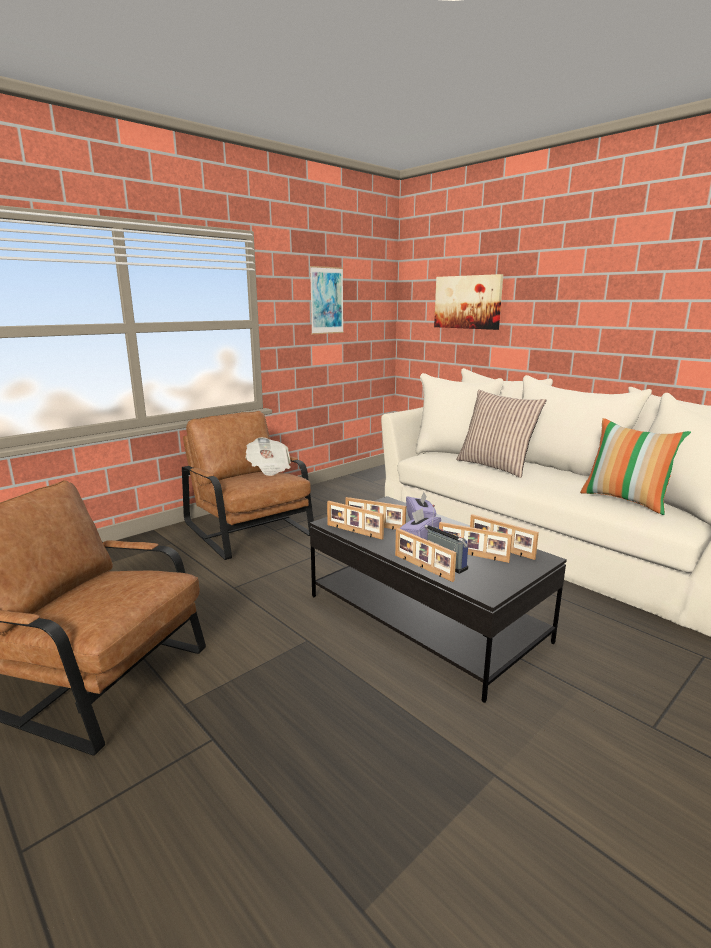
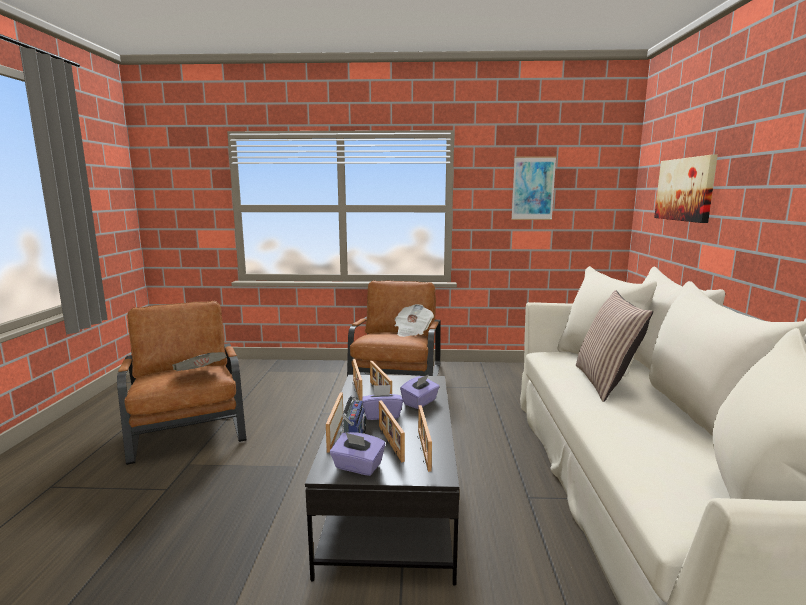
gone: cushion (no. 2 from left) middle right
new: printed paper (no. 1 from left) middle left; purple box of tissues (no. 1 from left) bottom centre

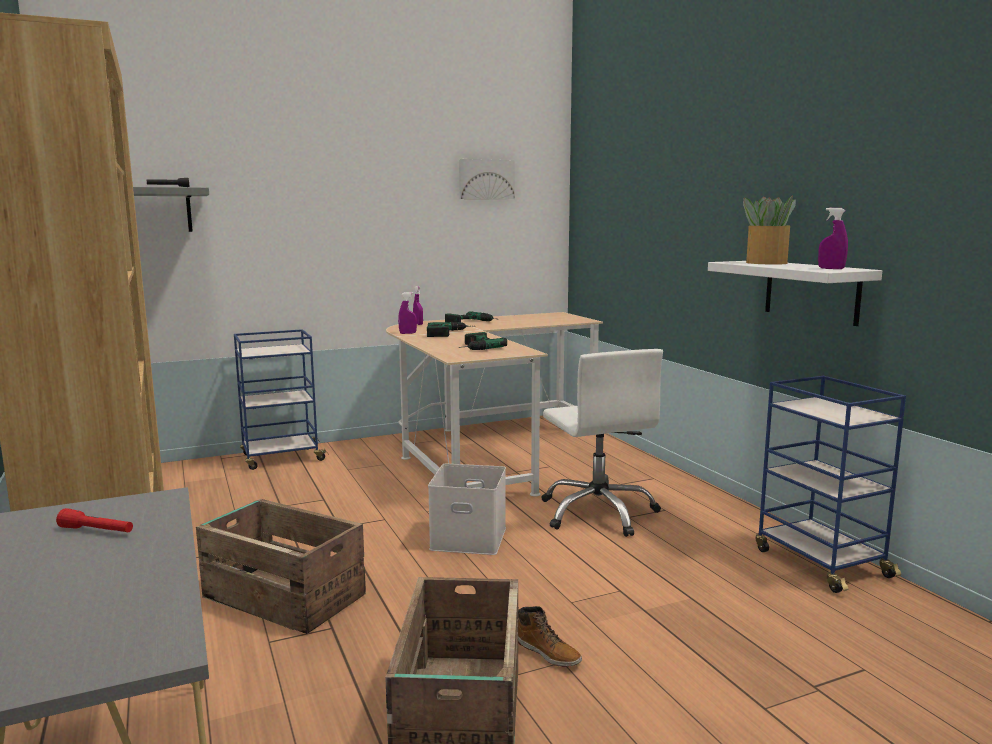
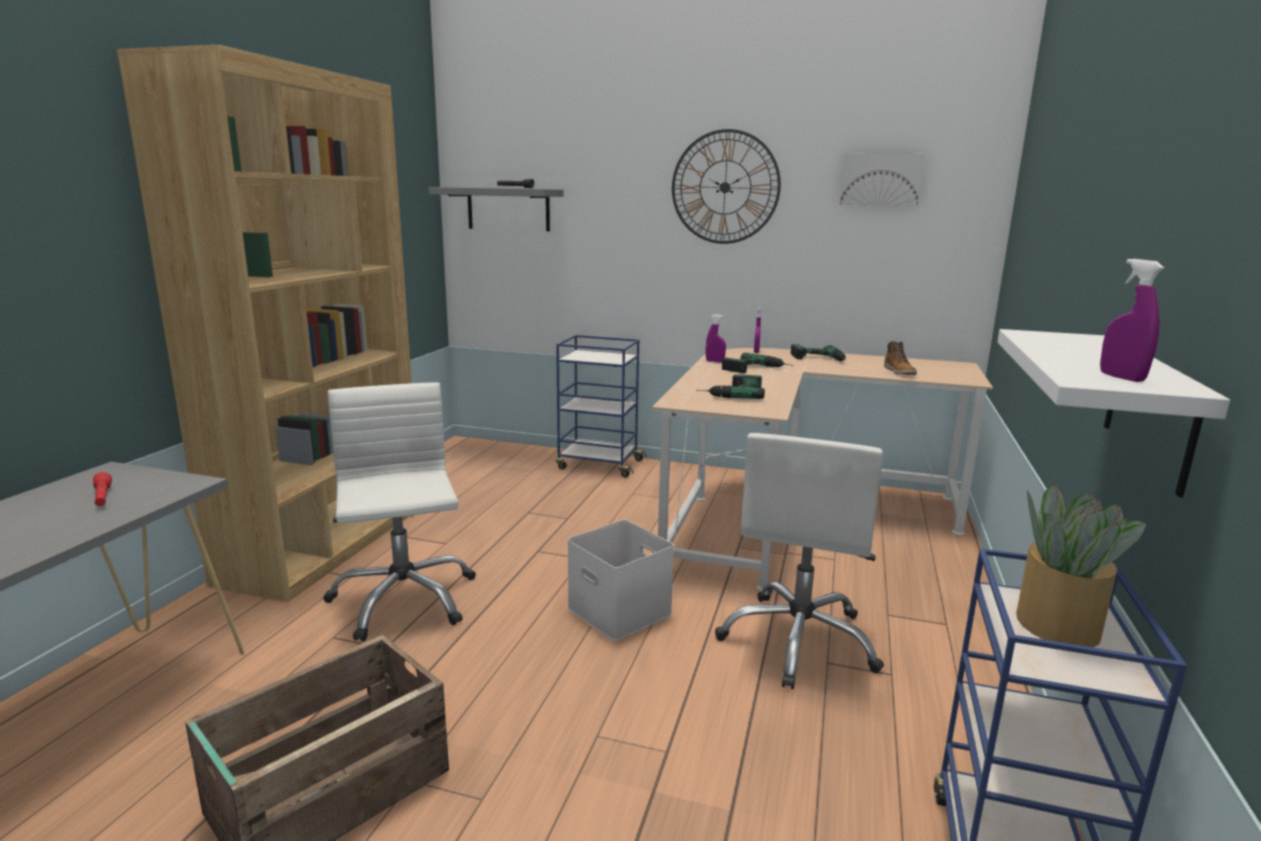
new: wall clock top centre
shifted: plant in a pot top right to bottom right; boot bottom centre to middle right
swapped: shipping crate (no. 1 from left) bottom left to white desk chair (no. 1 from left) middle left

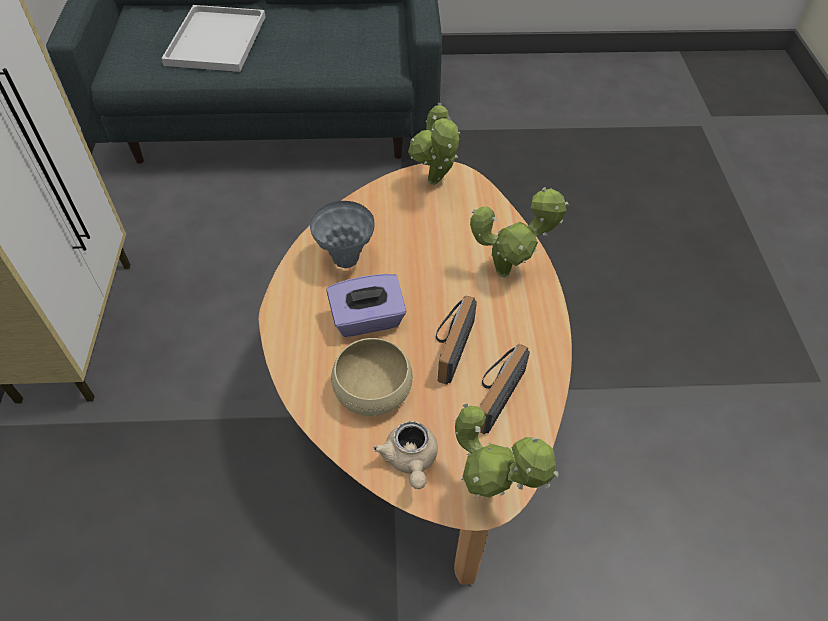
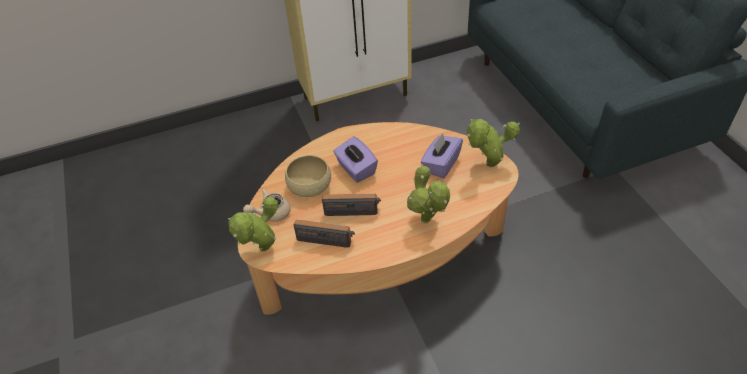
gone: white tray top left; grey decorative vase centre
new: purple box of tissues (no. 2 from left) centre

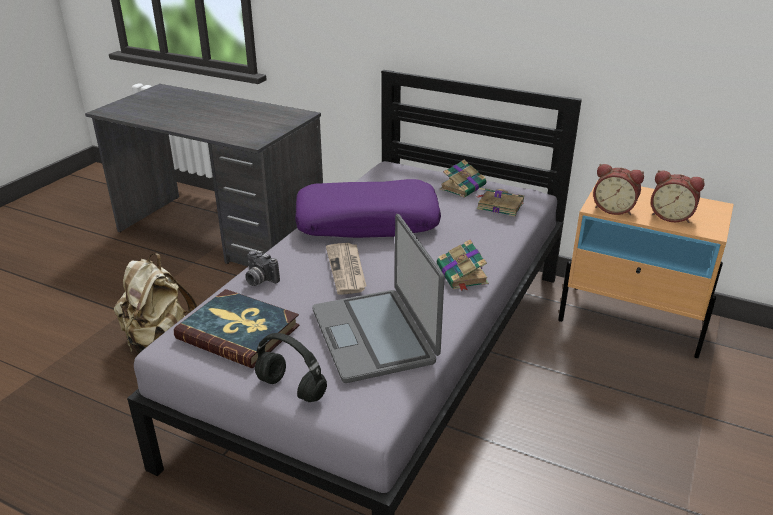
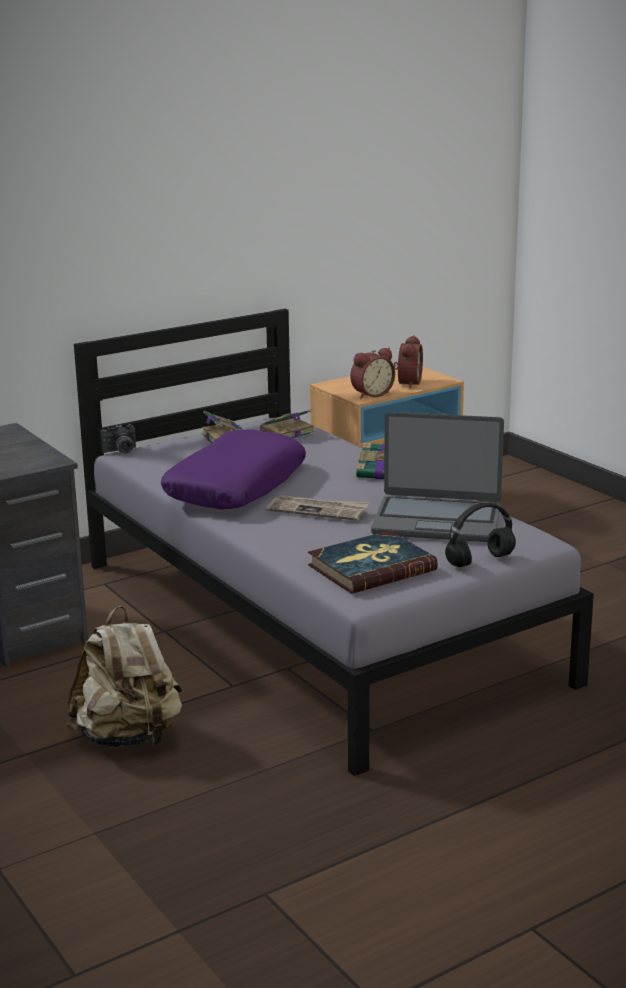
shifted: photo camera centre to middle left
rotated: alarm clock (no. 2 from left) middle right = centre 45 degrees counterclockwise

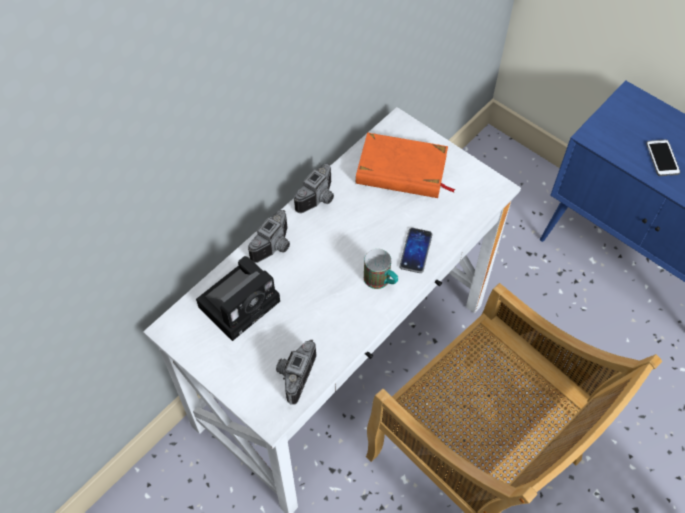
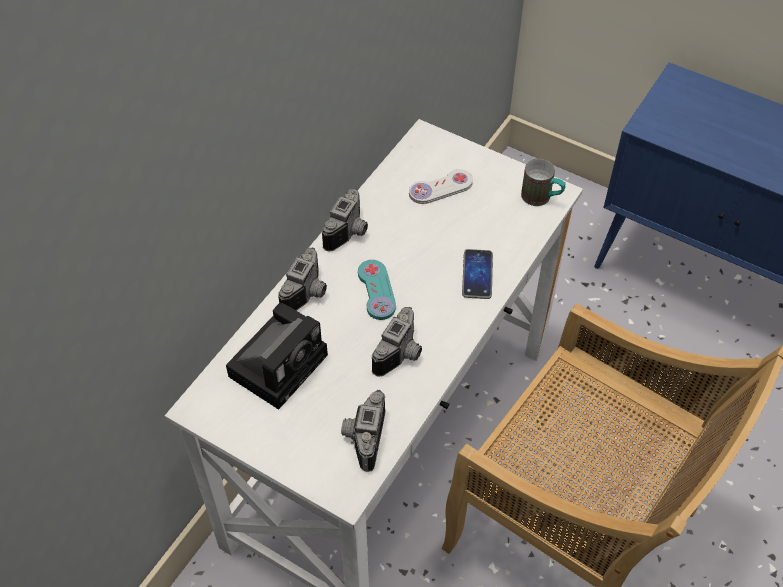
gone: telephone (no. 2 from left) top right
new: turquoise-coloured gamepad centre; photo camera (no. 5 from left) centre
shifted: coffee mug centre to top right
swapped: orange-coloured book top centre to white gamepad top centre

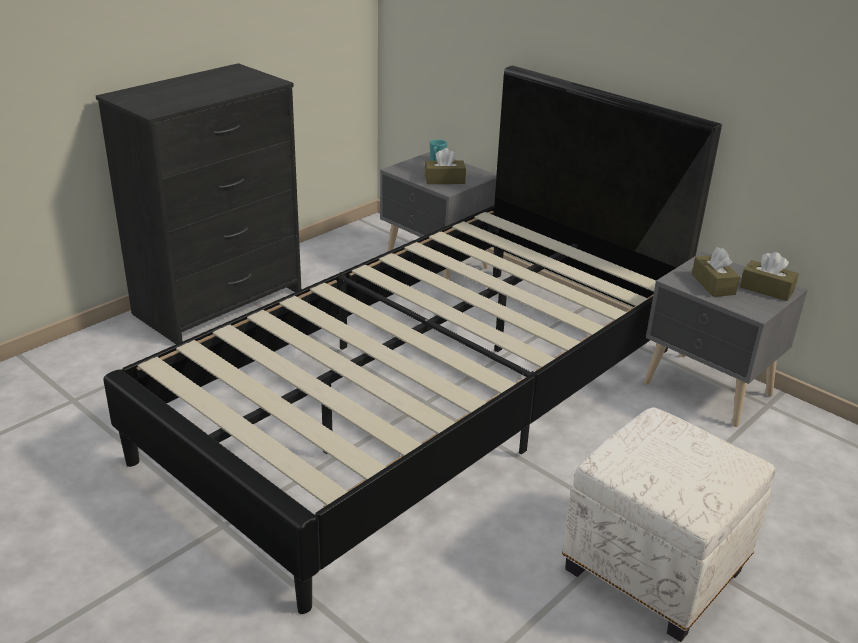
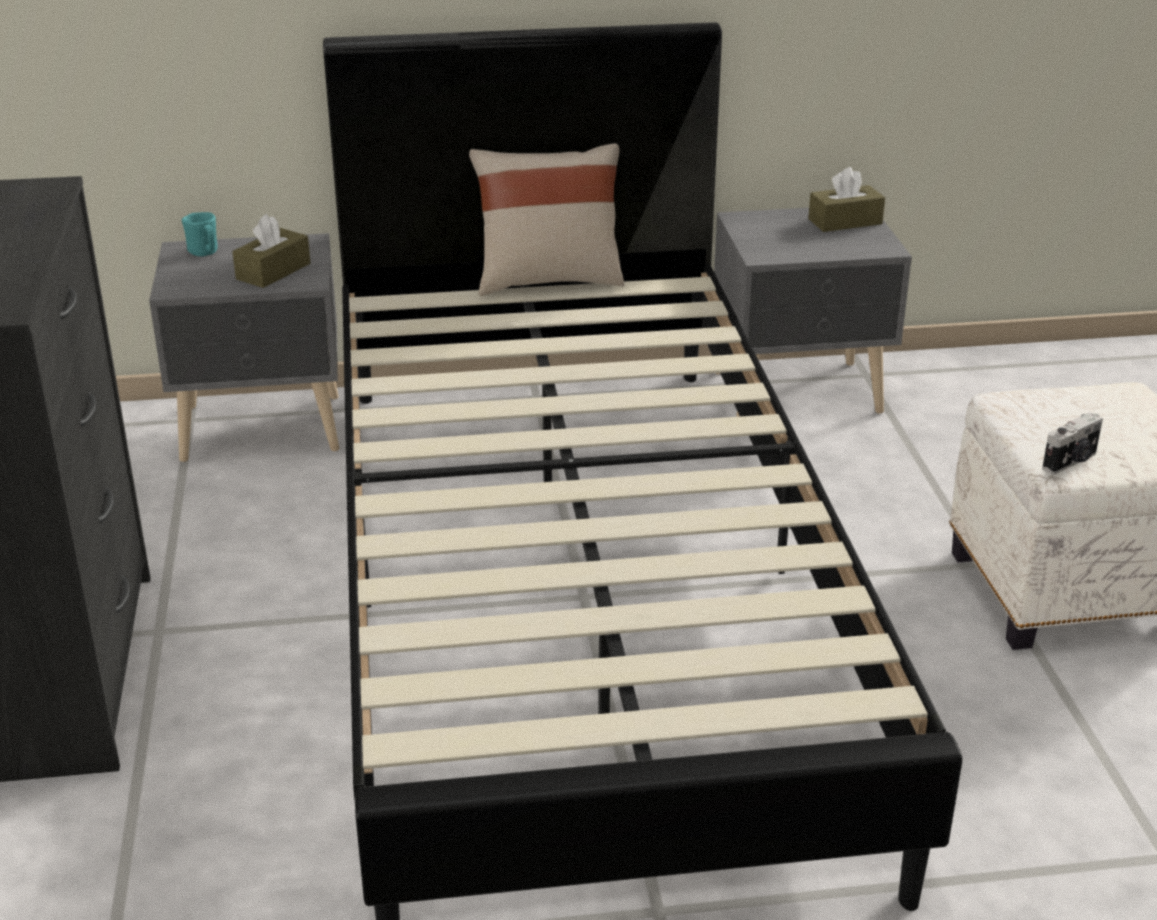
gone: brown-coloured box of tissues (no. 2 from left) middle right
new: sand-coloured cushion top centre; photo camera middle right

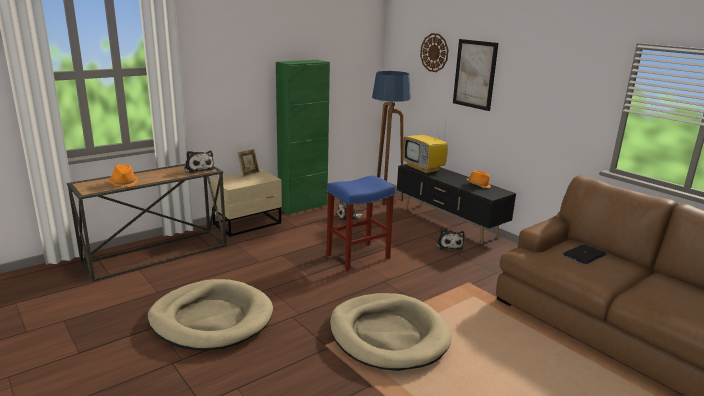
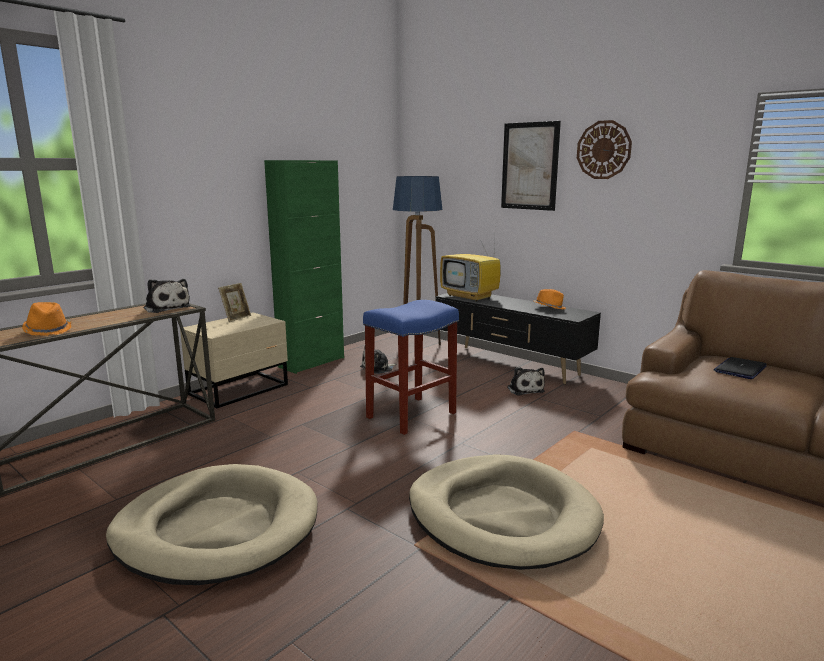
shifted: wall clock top centre to top right

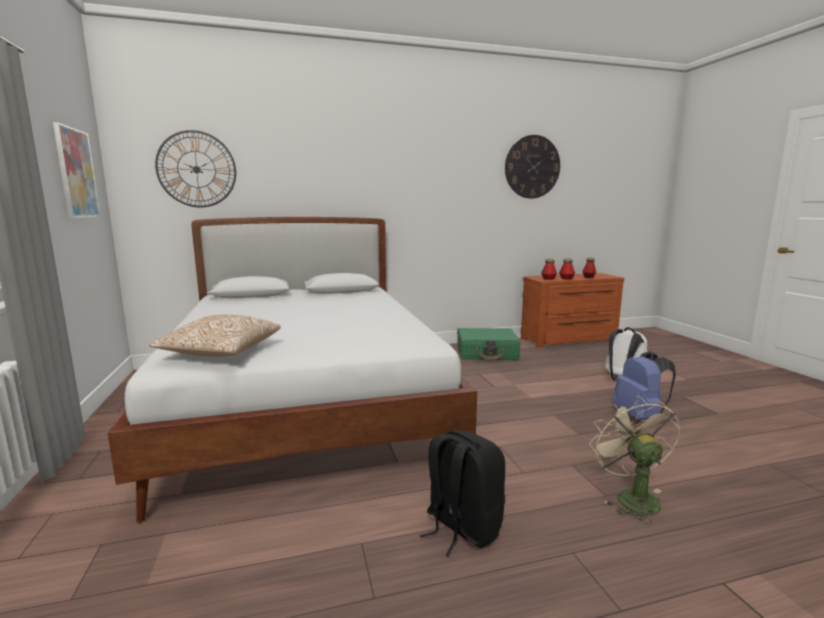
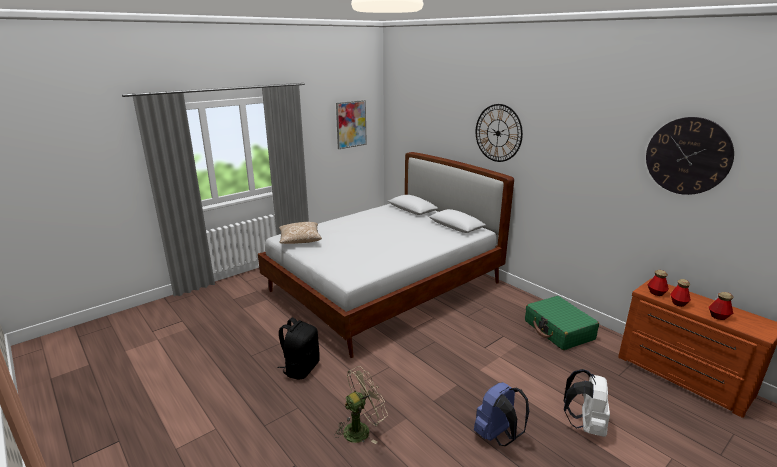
shifted: wall clock (no. 1 from left) top left to top centre

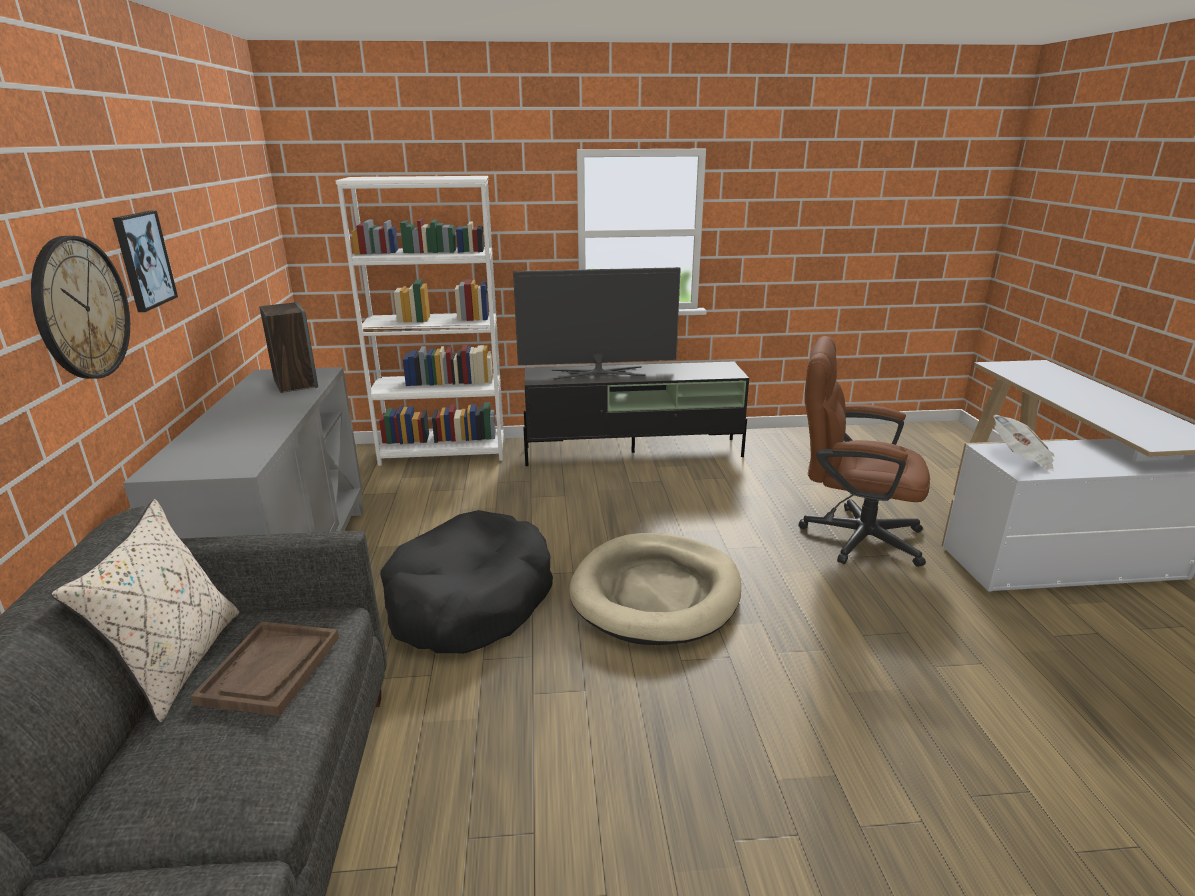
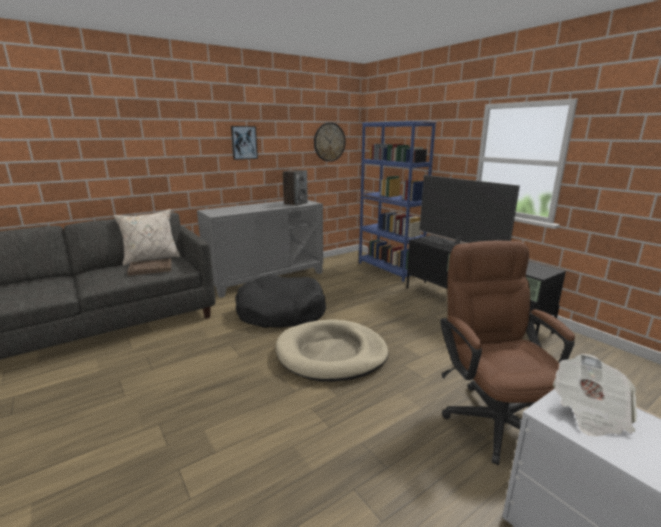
shifted: wall clock middle left to top centre
repainted: white bookshelf centre to blue-coloured bookshelf centre

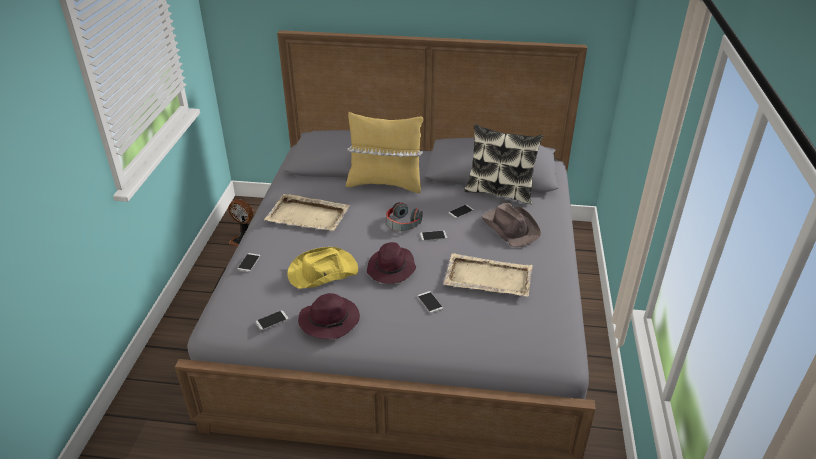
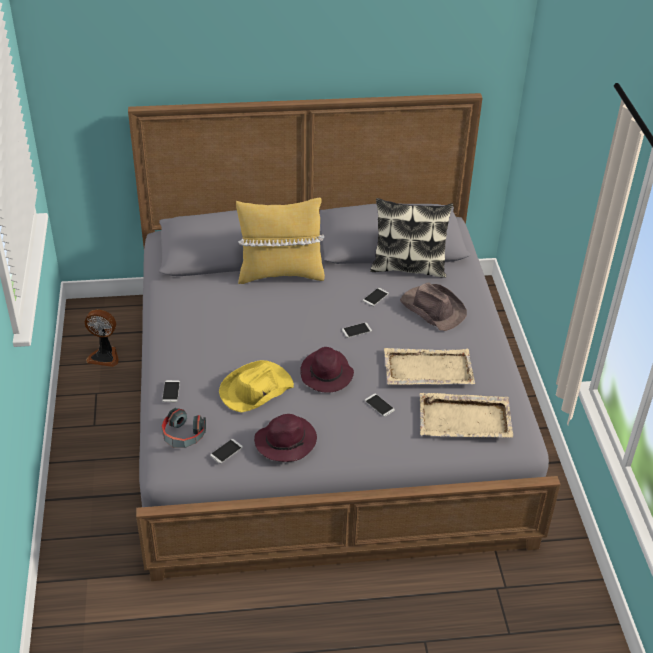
shifted: sand-coloured tray (no. 1 from left in the first image) centre to sand-coloured tray (no. 2 from left) middle right; headphones centre to middle left

